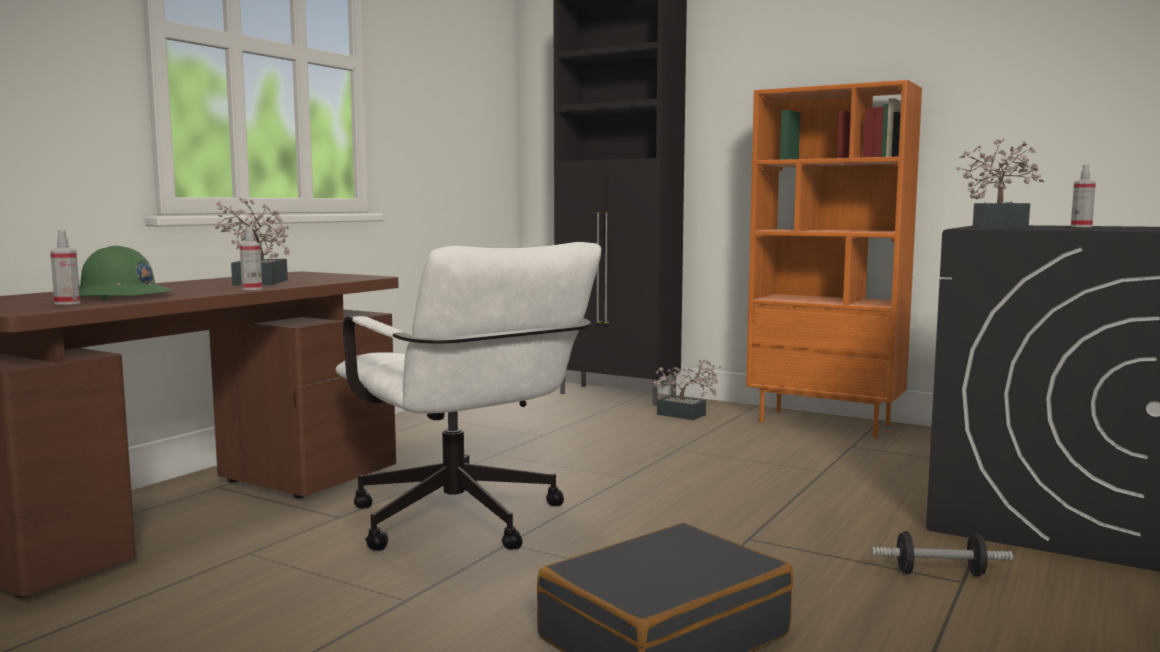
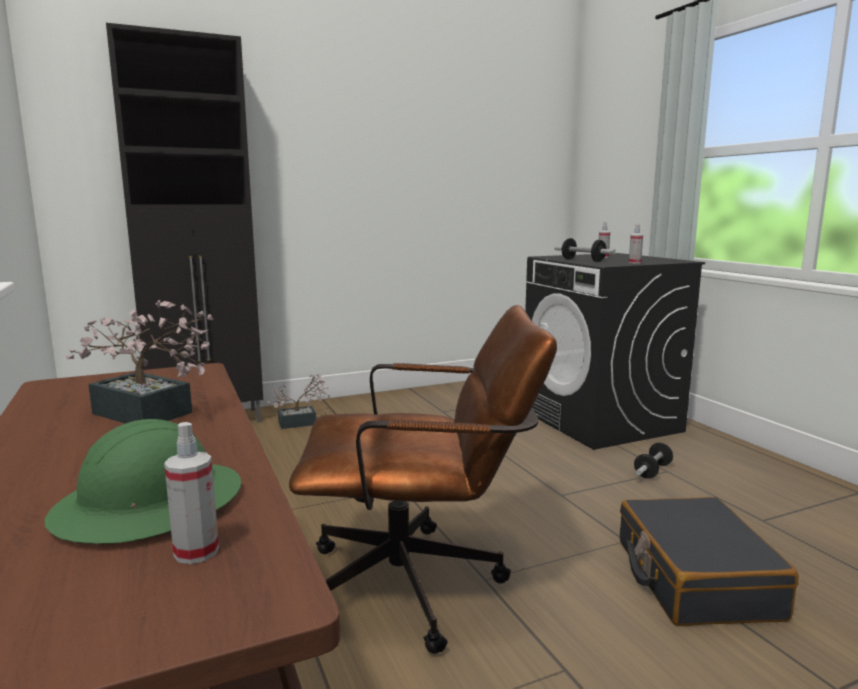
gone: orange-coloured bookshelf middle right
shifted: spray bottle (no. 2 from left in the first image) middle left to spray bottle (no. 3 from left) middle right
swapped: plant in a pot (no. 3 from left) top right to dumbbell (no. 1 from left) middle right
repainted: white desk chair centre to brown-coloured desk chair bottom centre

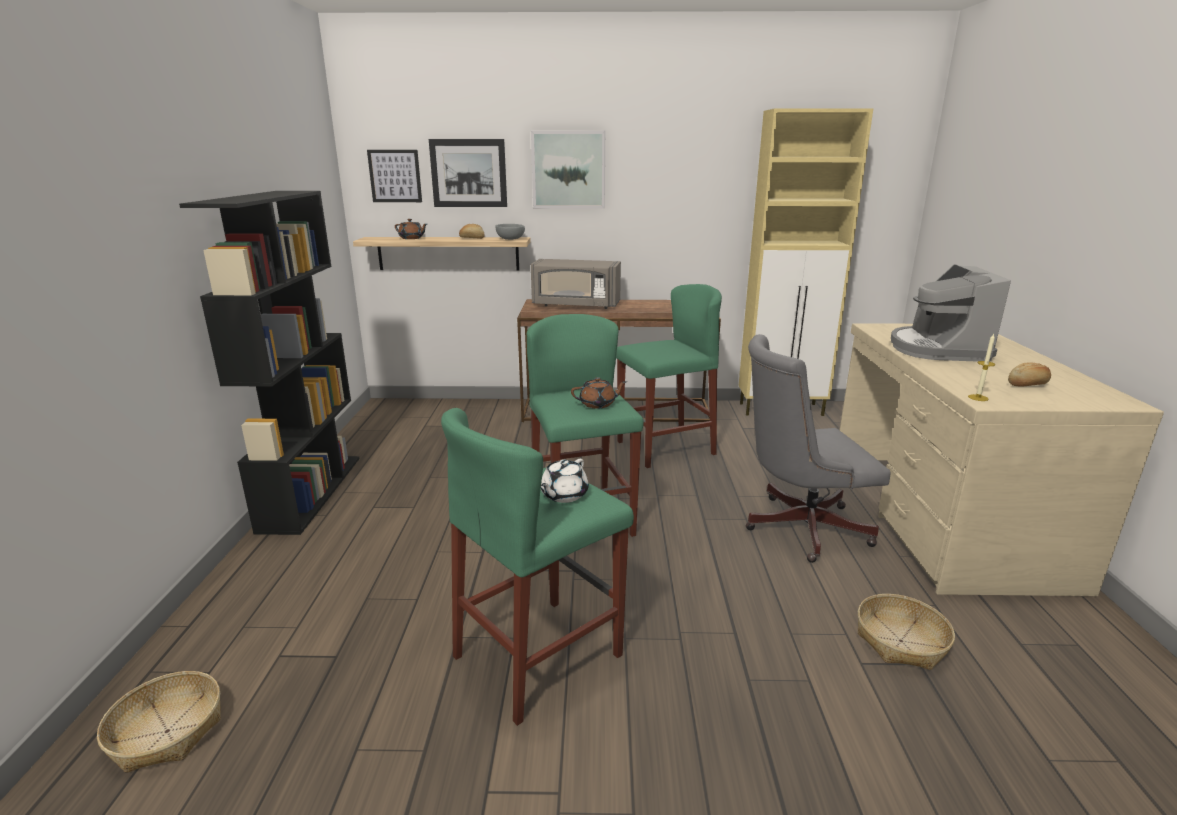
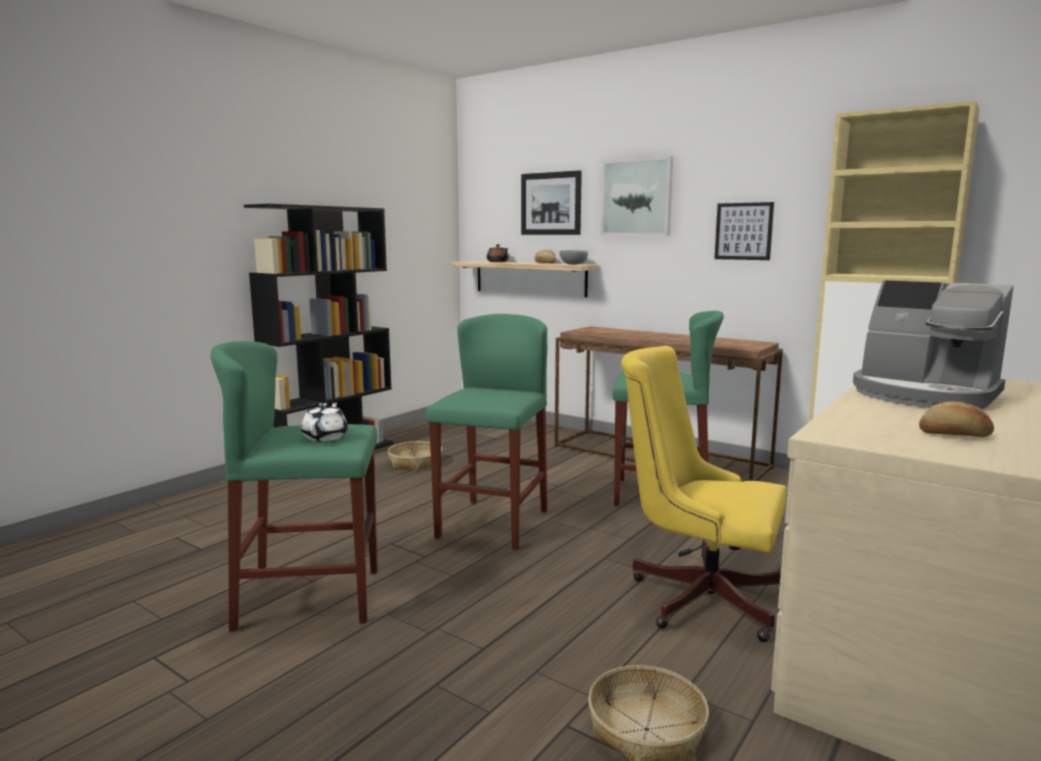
gone: grey microwave oven centre; wax candle middle right; brown-coloured pot for tea (no. 2 from left) centre
shifted: wall picture (no. 1 from left in the first image) top centre to wall picture (no. 3 from left) top right; storage basket (no. 1 from left) bottom left to centre
repainted: grey desk chair middle right to yellow-coloured desk chair middle right
rotated: coffee brewer middle right = middle right 90 degrees counterclockwise; white pot for tea centre = middle left 120 degrees clockwise

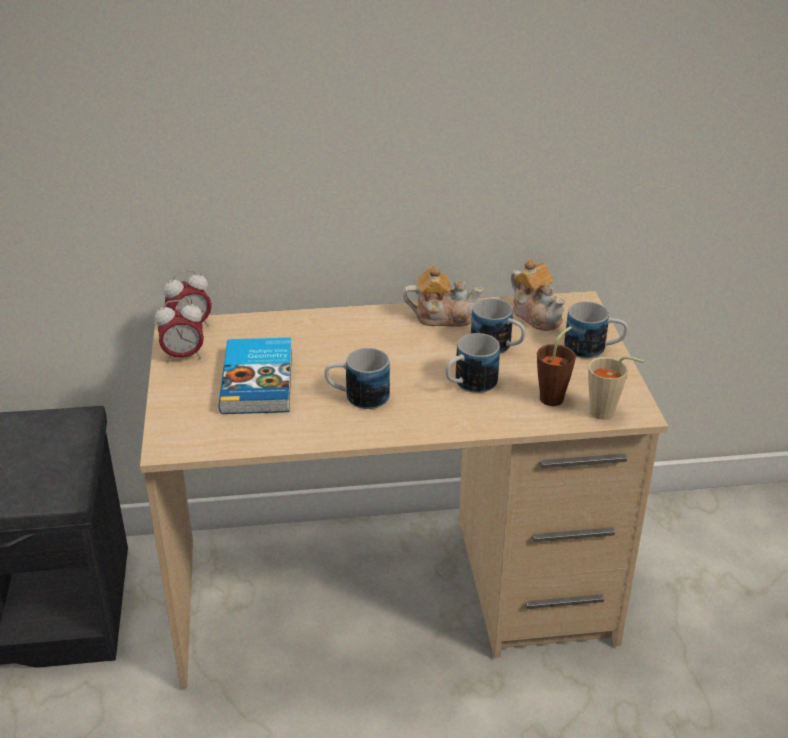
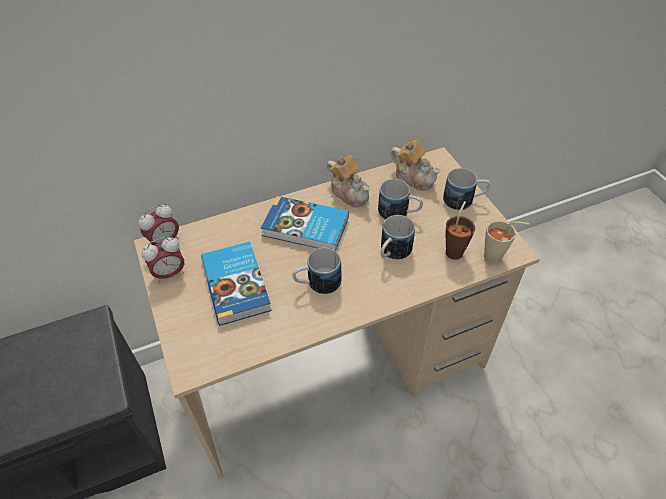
new: book (no. 2 from left) centre
rotated: pot for tea (no. 1 from left) centre = centre 60 degrees clockwise

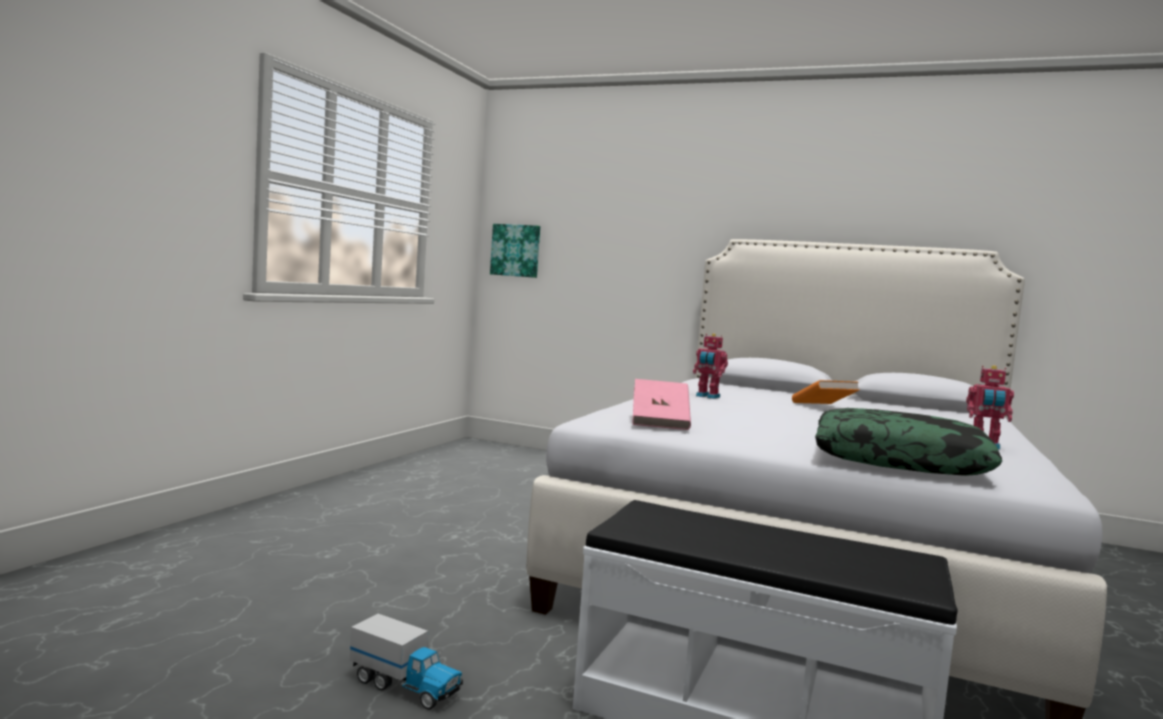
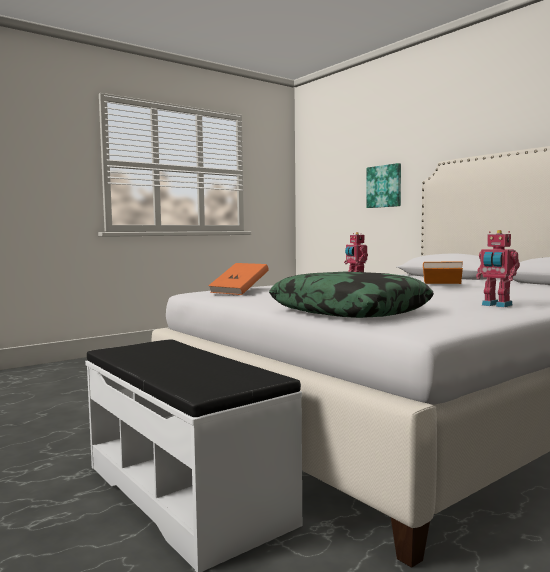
gone: model truck bottom centre
shifted: wall picture centre to top right
repainted: pink book centre to orange-coloured book (no. 1 from left) centre

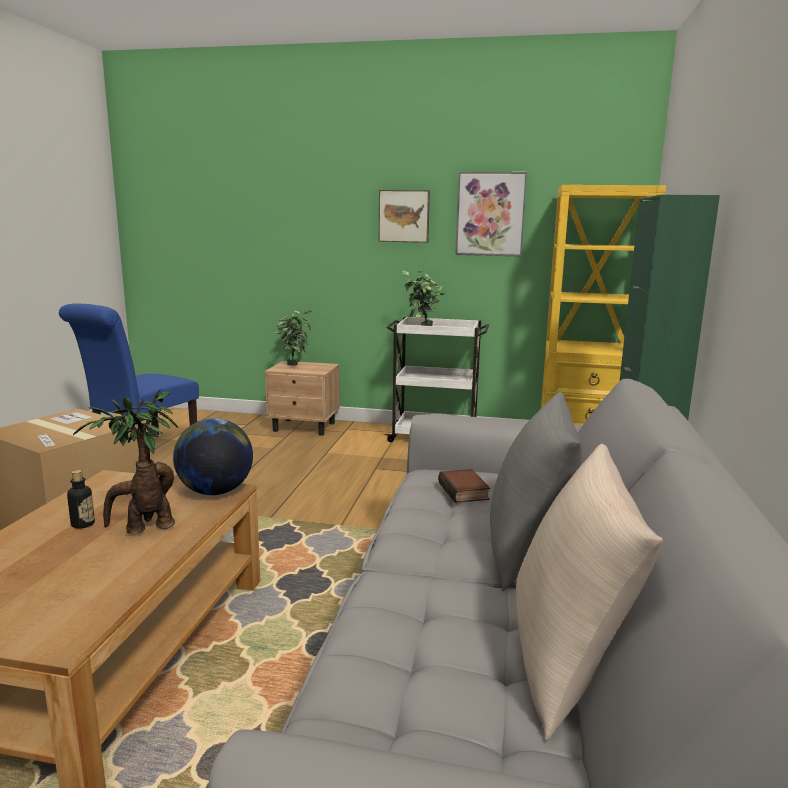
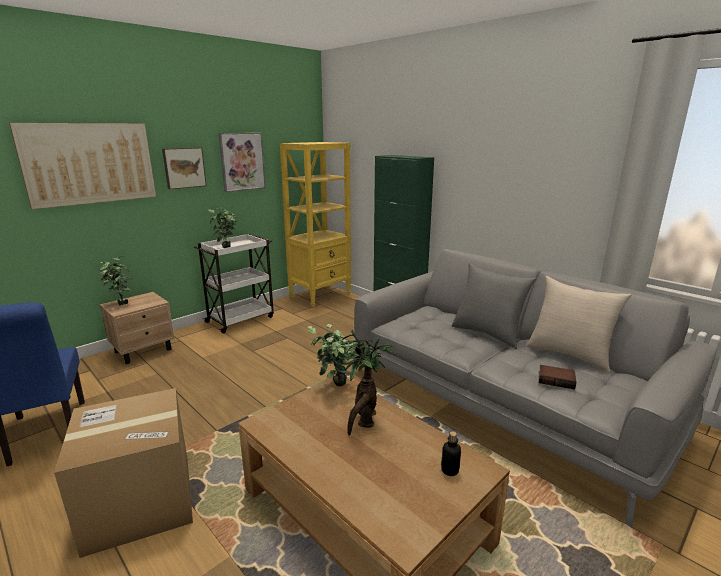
new: wall picture (no. 1 from left) top left
shifted: book centre to middle right; bottle middle left to bottom centre
swapped: globe middle left to plant in a pot (no. 3 from left) centre

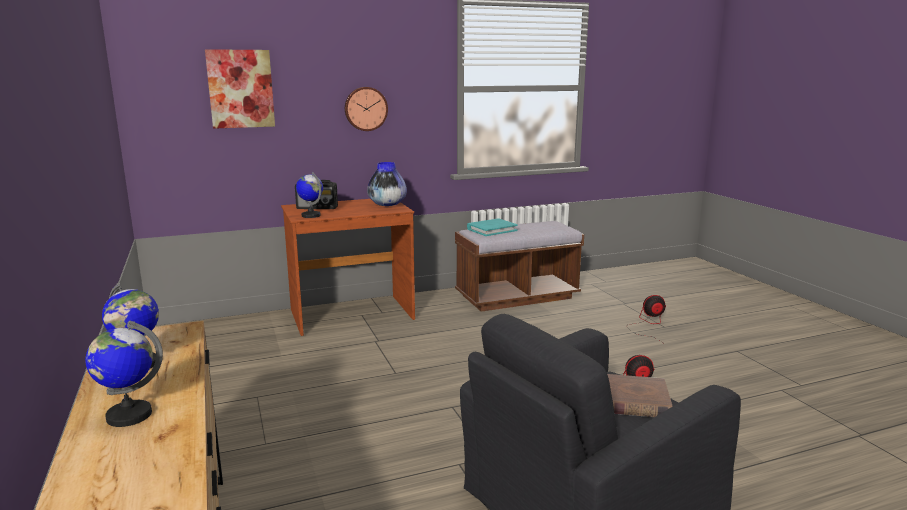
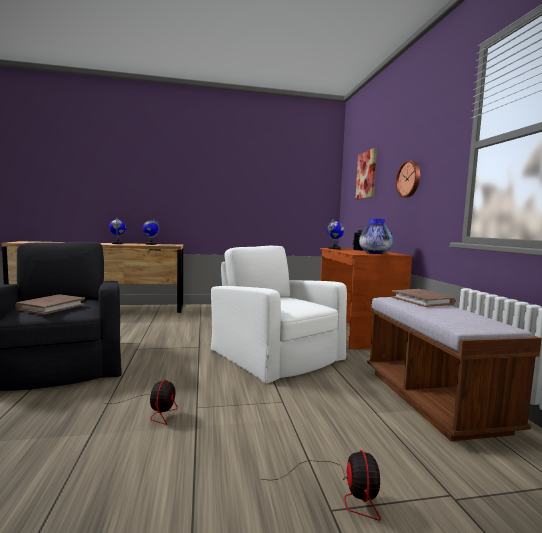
new: white armchair centre
repainted: turquoise-coloured book centre to brown-coloured book (no. 2 from left) middle right

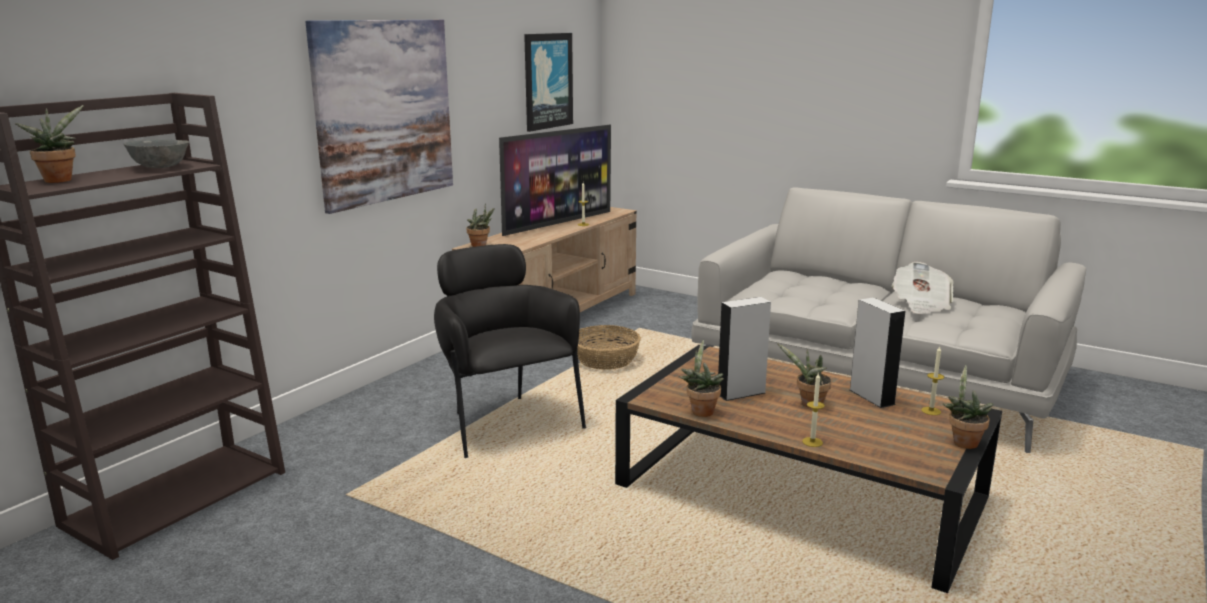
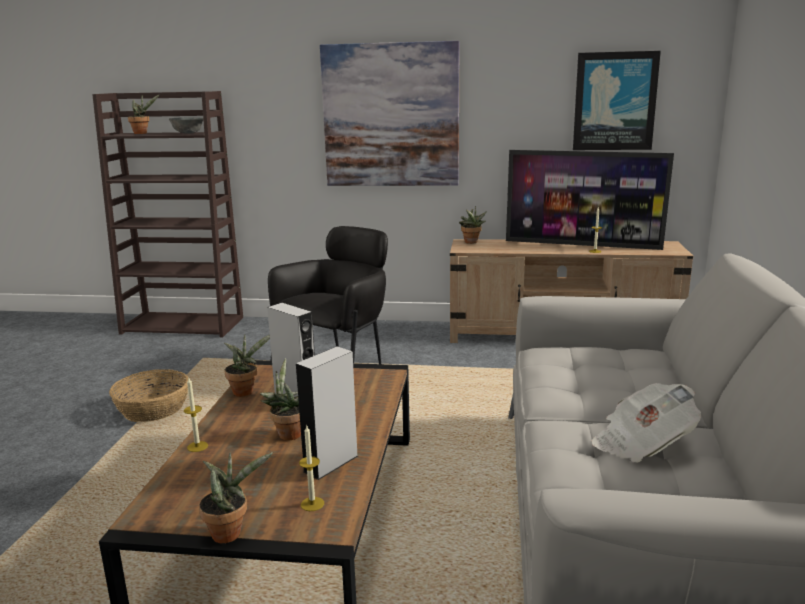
shifted: storage basket centre to middle left

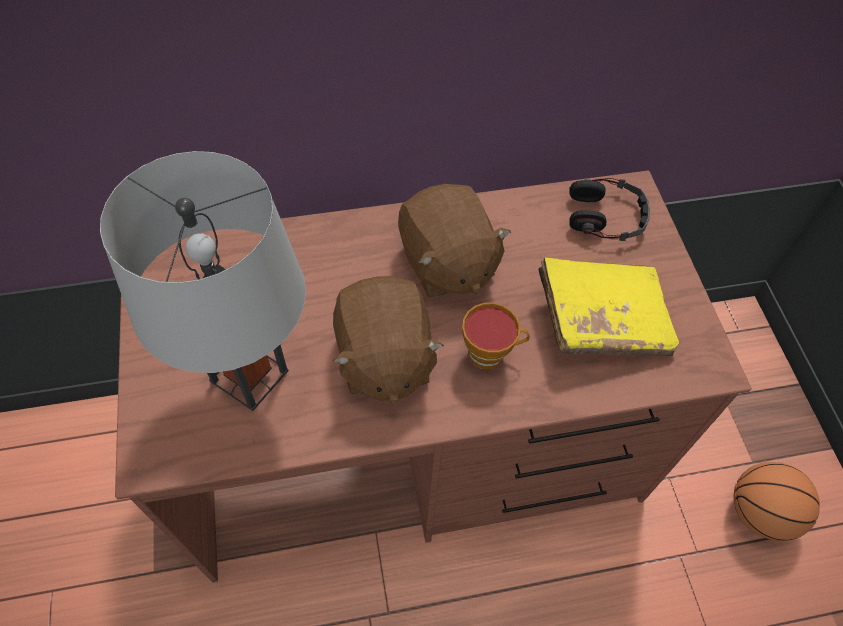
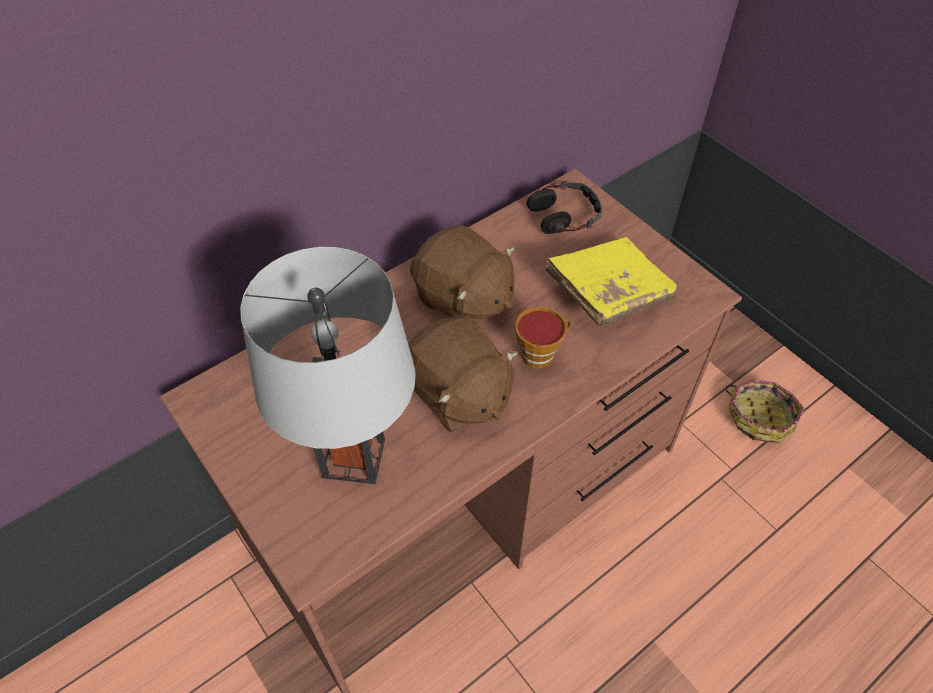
swapped: basketball ball bottom right to storage basket middle right

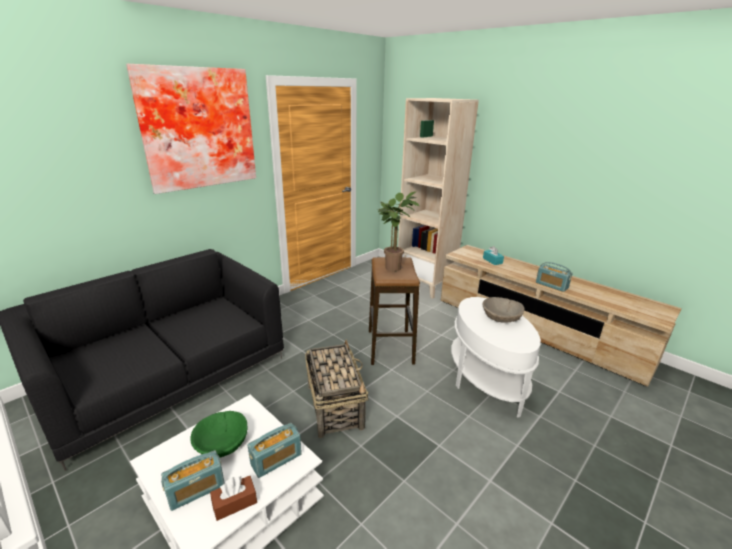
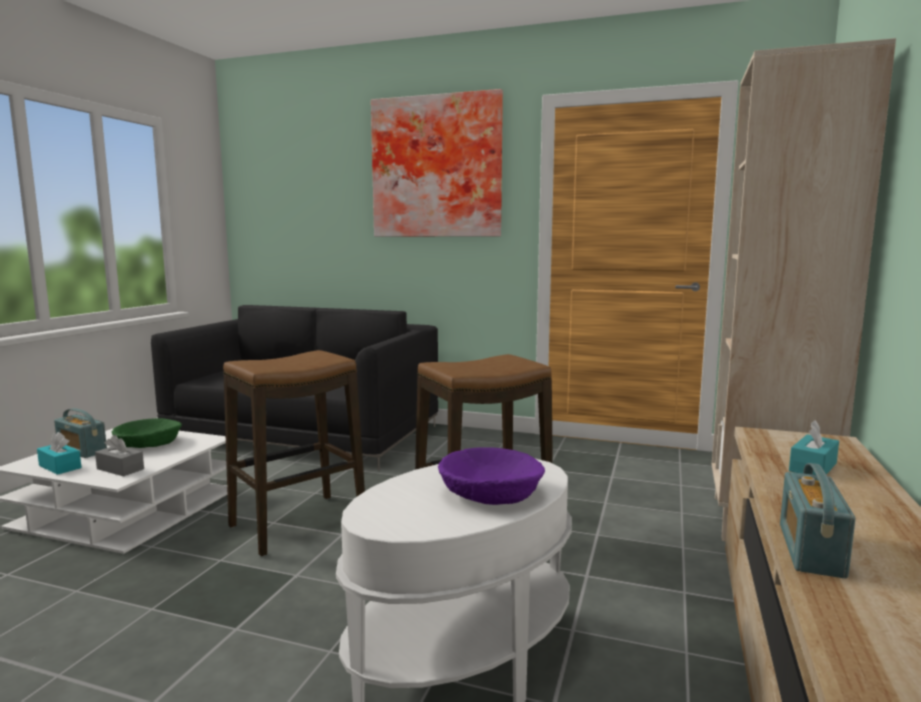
gone: plant in a pot centre
swapped: storage basket bottom centre to sitting stool (no. 1 from left) middle left; radio receiver (no. 2 from left) bottom centre to grey box of tissues middle left
repainted: sand-coloured bowl middle right to purple bowl bottom centre; brown-coloured box of tissues bottom left to turquoise-coloured box of tissues (no. 1 from left) middle left

